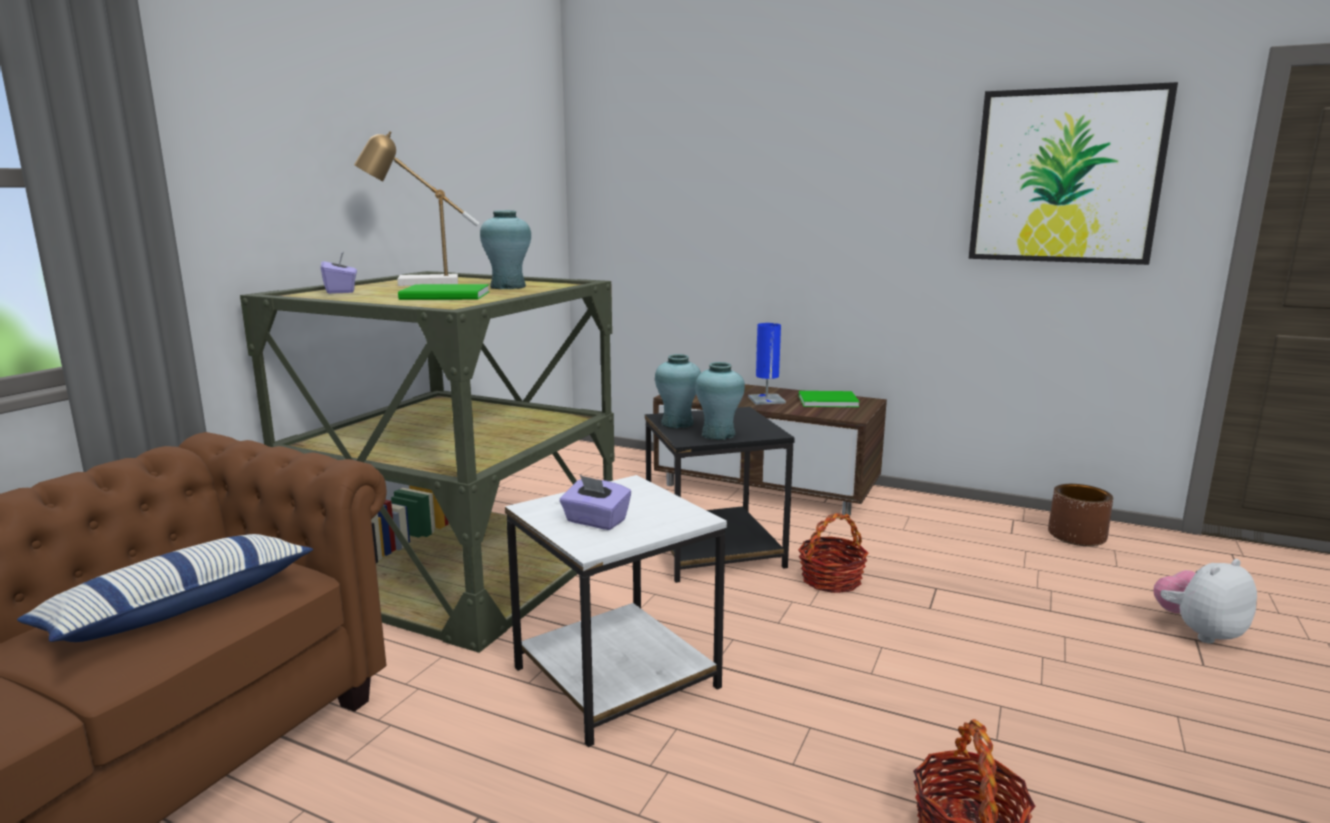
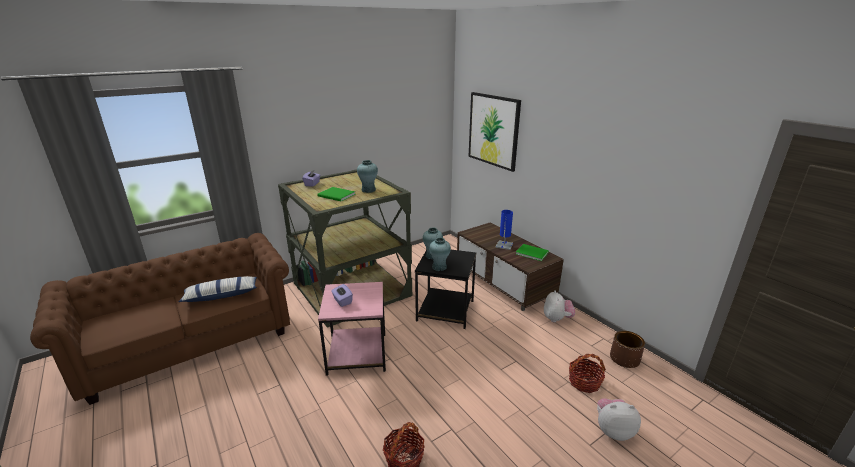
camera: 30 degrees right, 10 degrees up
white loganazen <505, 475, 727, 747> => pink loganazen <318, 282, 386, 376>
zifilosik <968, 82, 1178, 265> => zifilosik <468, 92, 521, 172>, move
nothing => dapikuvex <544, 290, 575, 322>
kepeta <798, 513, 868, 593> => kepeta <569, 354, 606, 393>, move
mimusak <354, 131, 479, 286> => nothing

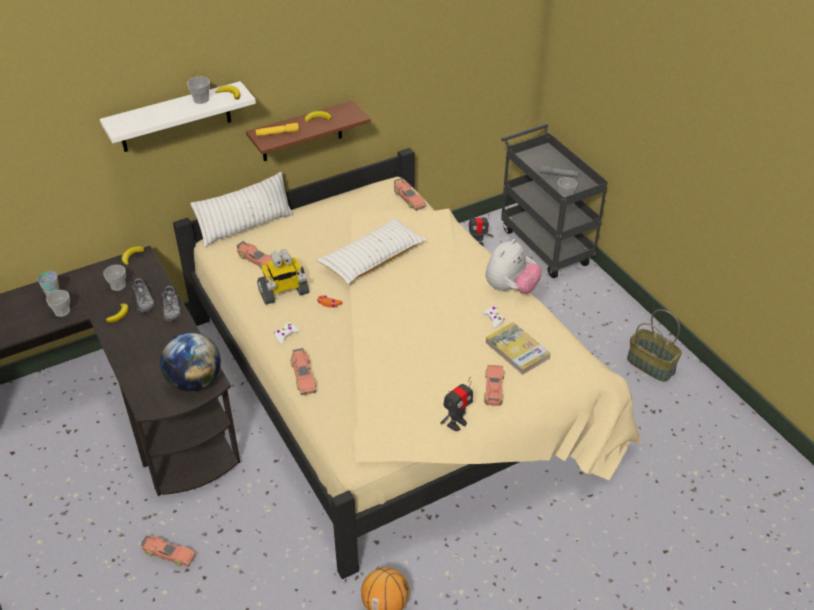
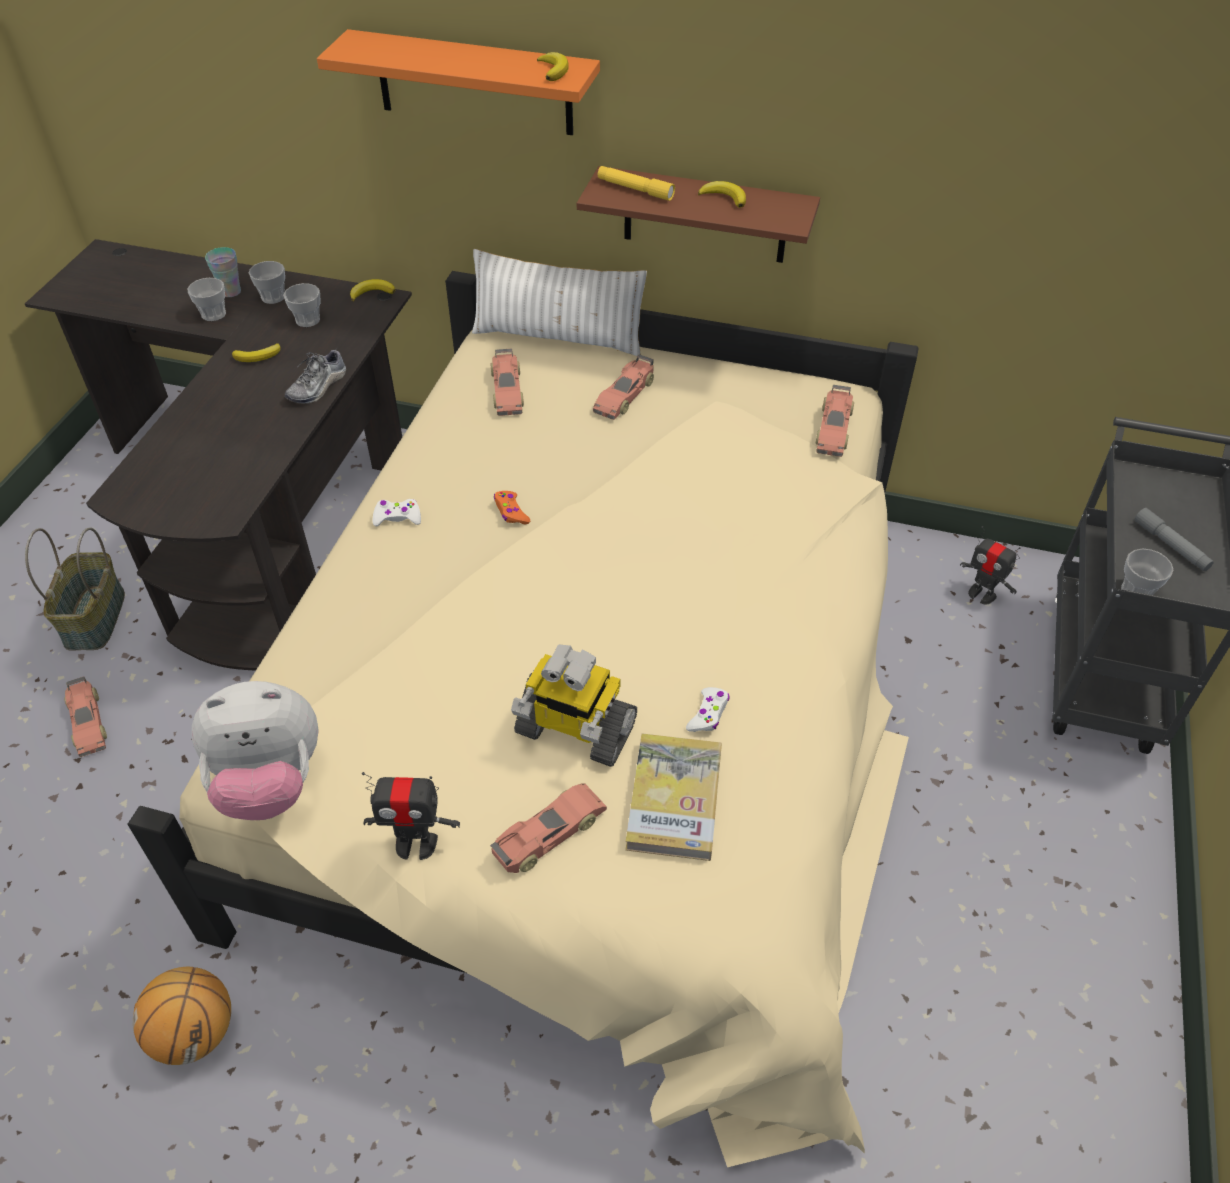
camera: 45 degrees right, 5 degrees up
kepeta <627, 309, 682, 382> => kepeta <25, 528, 125, 651>, move
dapikuvex <485, 239, 542, 294> => dapikuvex <191, 681, 319, 820>, move
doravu <187, 77, 210, 104> => doravu <249, 261, 285, 304>, move
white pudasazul <100, 81, 256, 152> => orange pudasazul <317, 29, 600, 135>
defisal <257, 249, 310, 305> => defisal <511, 645, 637, 767>, move
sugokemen <291, 348, 316, 395> => sugokemen <593, 354, 654, 420>, move
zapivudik <130, 278, 154, 313> => nothing
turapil <160, 332, 221, 391> => nothing
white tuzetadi <317, 218, 427, 284> => nothing

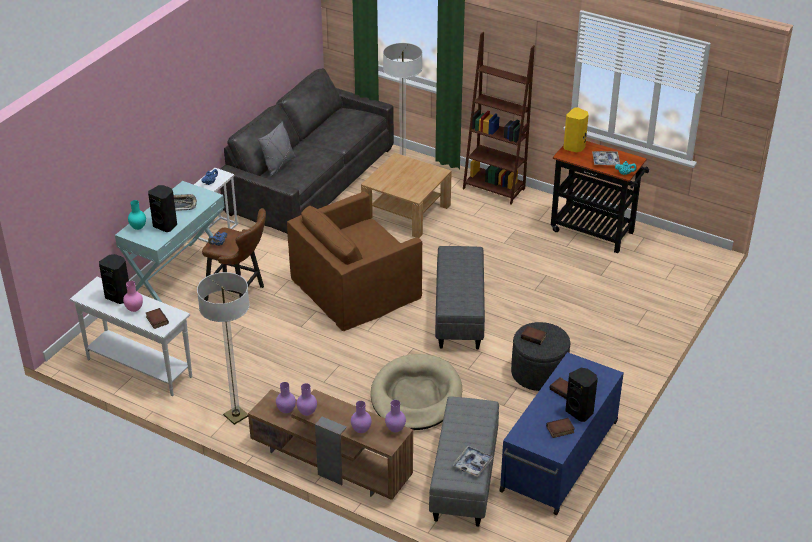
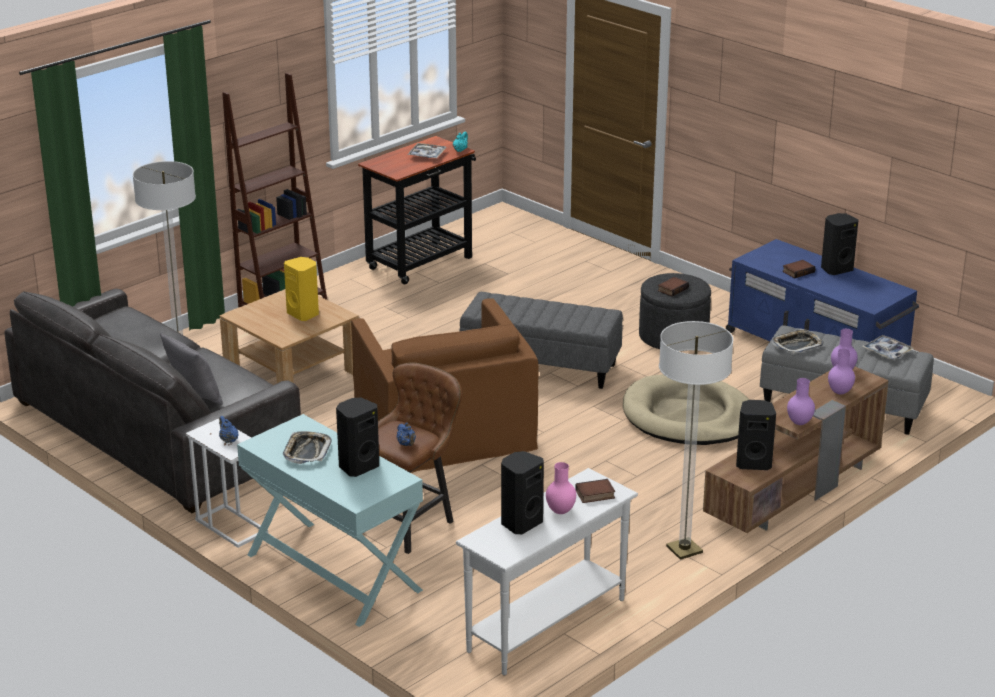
camera: 75 degrees left, 10 degrees down
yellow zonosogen <563, 107, 589, 153> => yellow zonosogen <284, 257, 319, 321>, move
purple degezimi <276, 382, 296, 413> => black zonosogen <736, 400, 776, 470>
nothing => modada <772, 329, 824, 354>
turquoise degezimi <128, 200, 146, 230> => nothing
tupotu <546, 418, 575, 438> => nothing

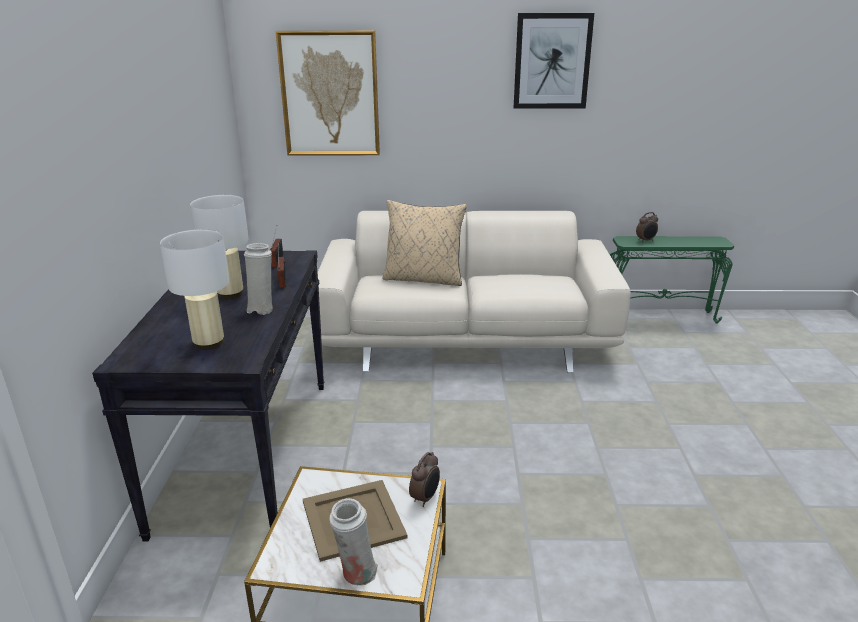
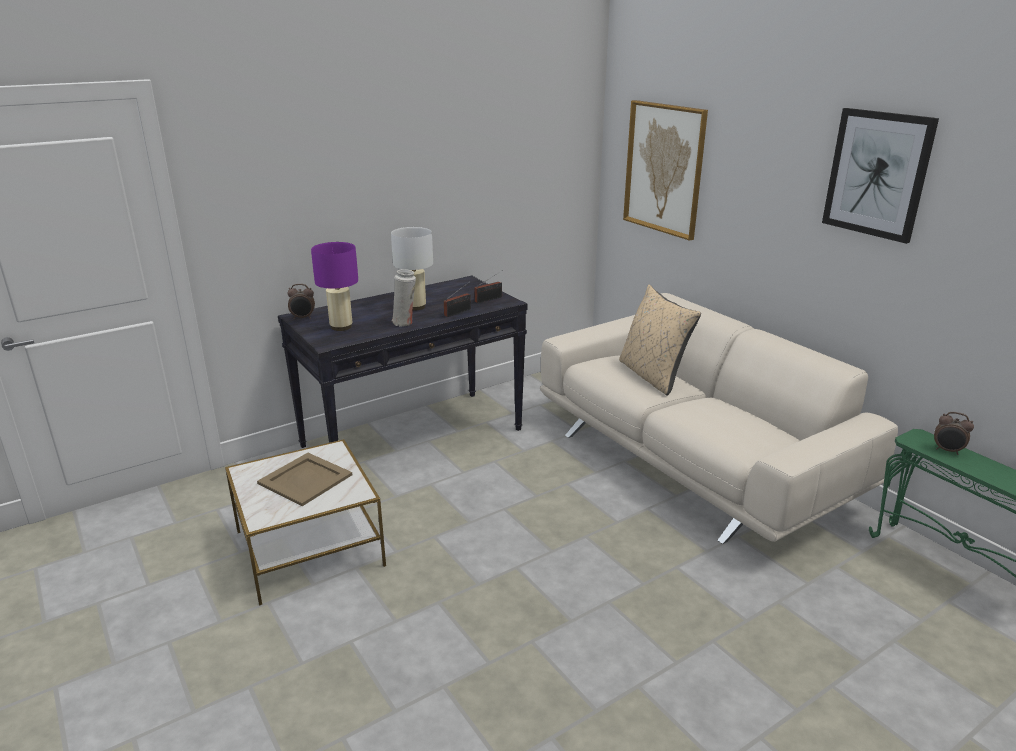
camera: 55 degrees right, 0 degrees up
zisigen <409, 452, 440, 507> => zisigen <287, 284, 315, 319>, move
white mimusak <160, 229, 229, 350> => purple mimusak <311, 242, 358, 331>
white degezimi <329, 498, 378, 585> => nothing

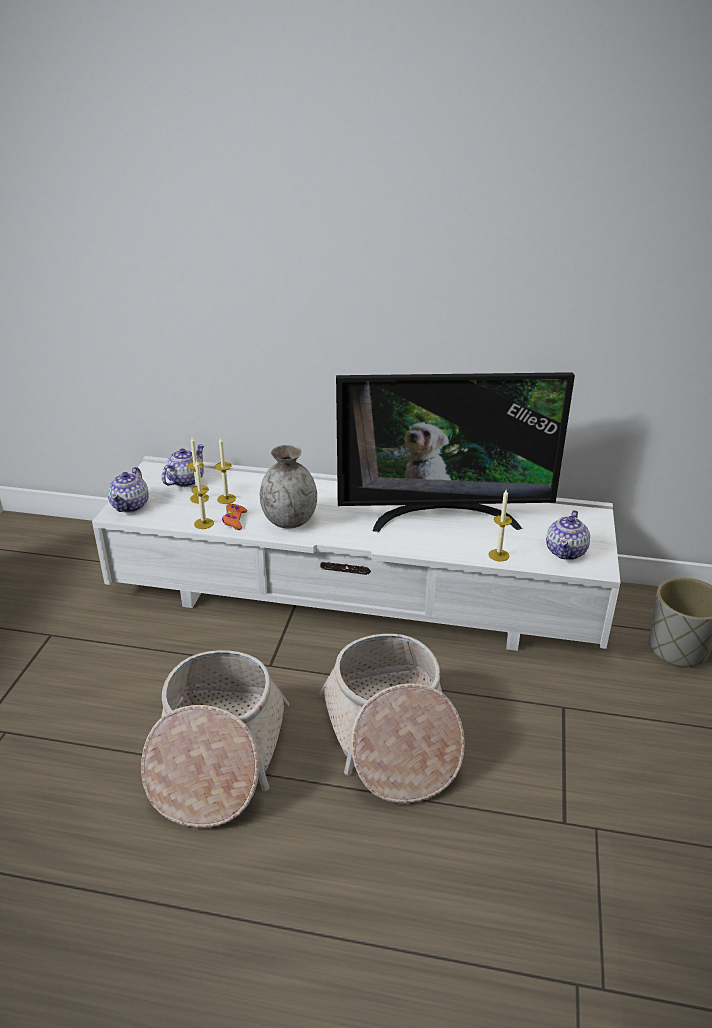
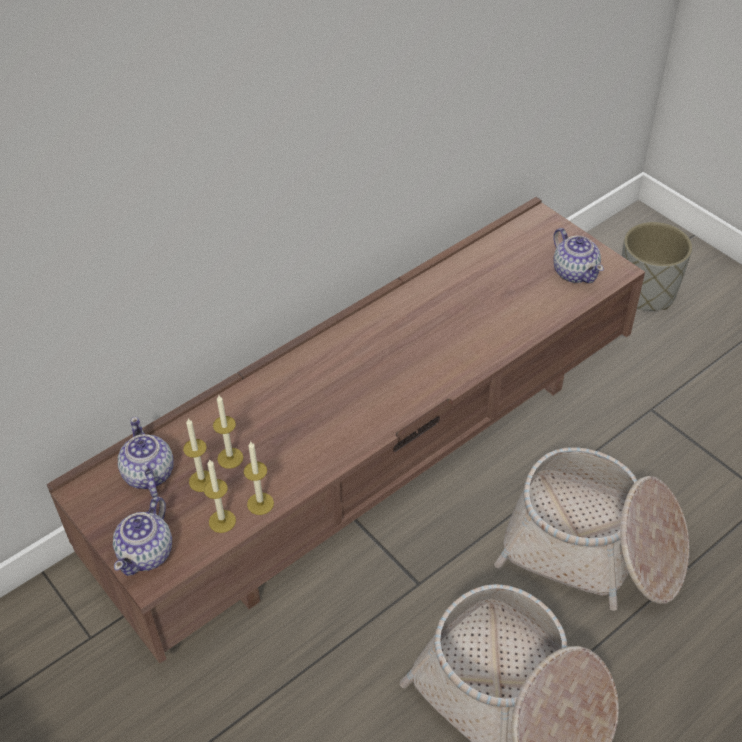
camera: 50 degrees left, 15 degrees up
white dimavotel <92, 456, 620, 651> => brown dimavotel <47, 197, 645, 664>
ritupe <108, 467, 149, 513> => ritupe <113, 497, 172, 576>, 60 degrees clockwise
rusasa <488, 490, 512, 561> => rusasa <204, 459, 236, 533>, move
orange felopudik <222, 503, 247, 530> => nothing
grey degezimi <260, 445, 317, 529> => nothing
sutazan <336, 372, 575, 532> => nothing

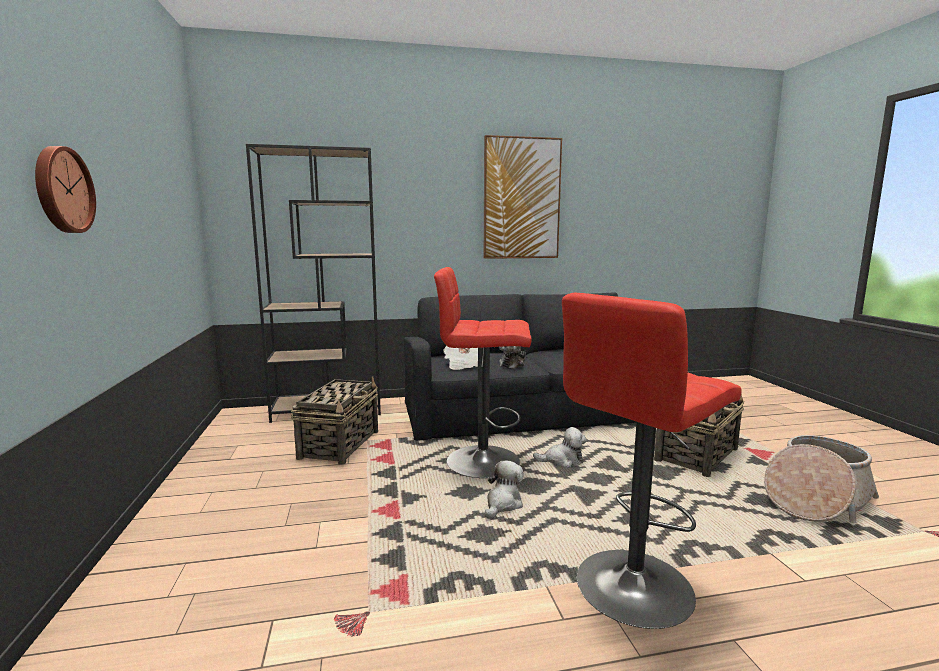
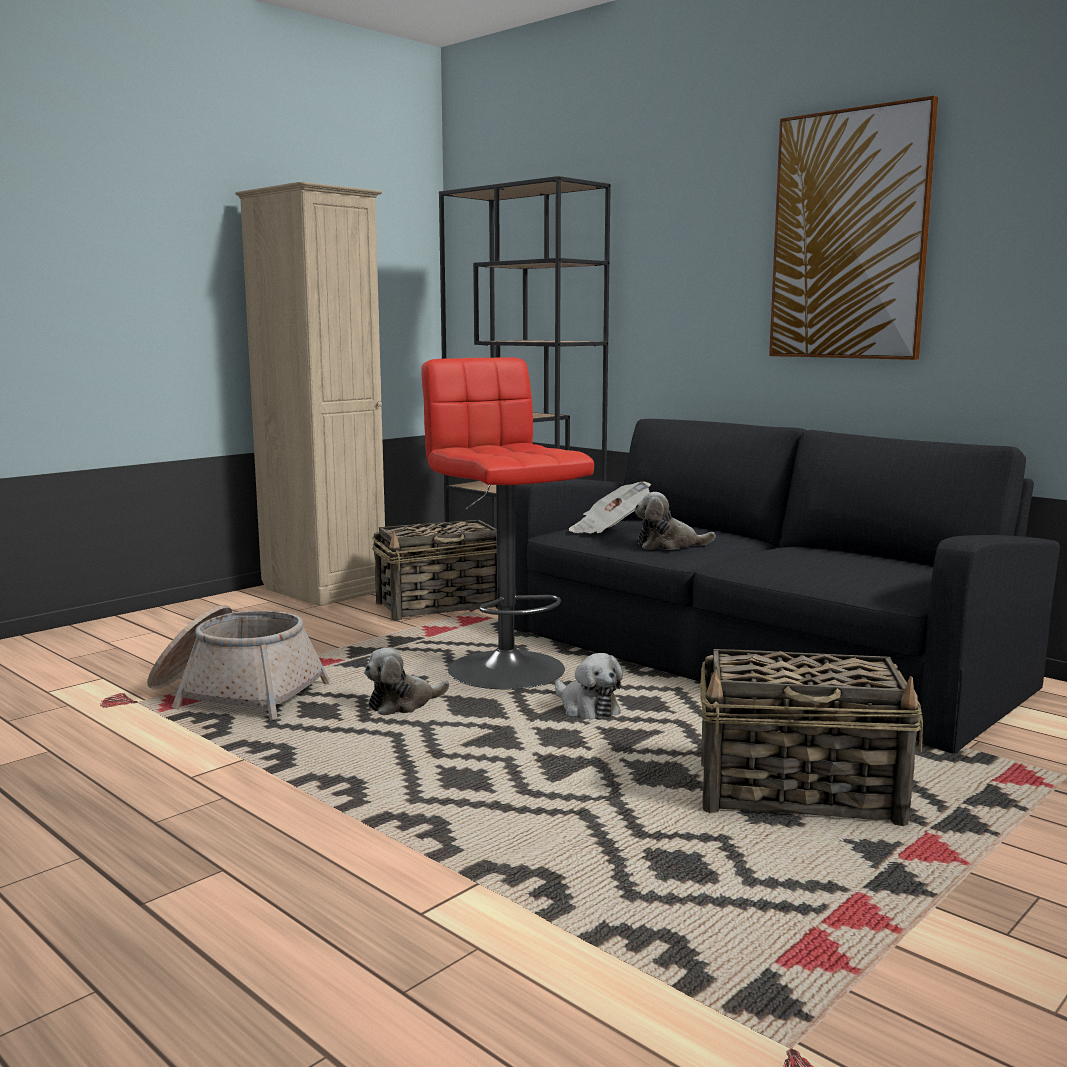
camera: 55 degrees right, 0 degrees up
kepeta <764, 435, 879, 523> => kepeta <147, 605, 331, 721>, move
nothing => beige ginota <235, 182, 385, 606>
dapikuvex <485, 461, 524, 519> => dapikuvex <364, 648, 449, 715>, 150 degrees clockwise
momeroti <35, 146, 96, 233> => nothing
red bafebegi <562, 293, 741, 629> => nothing

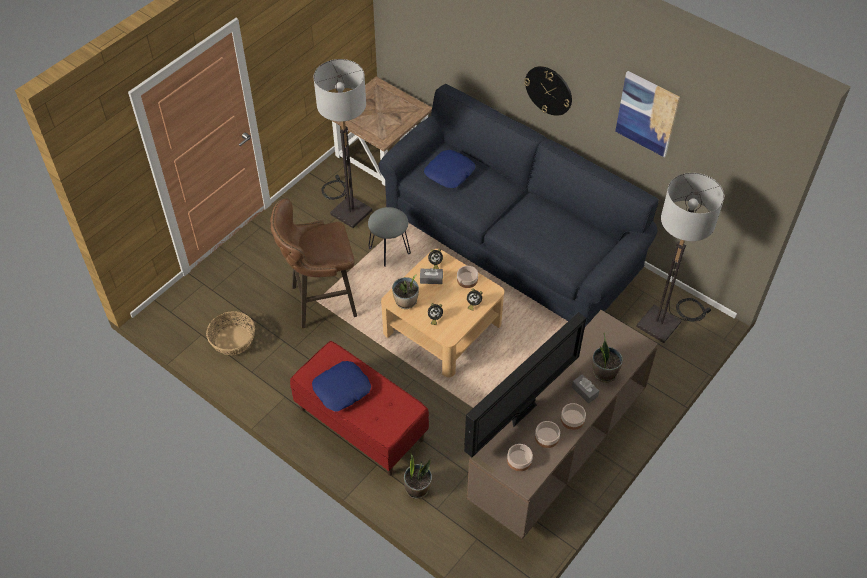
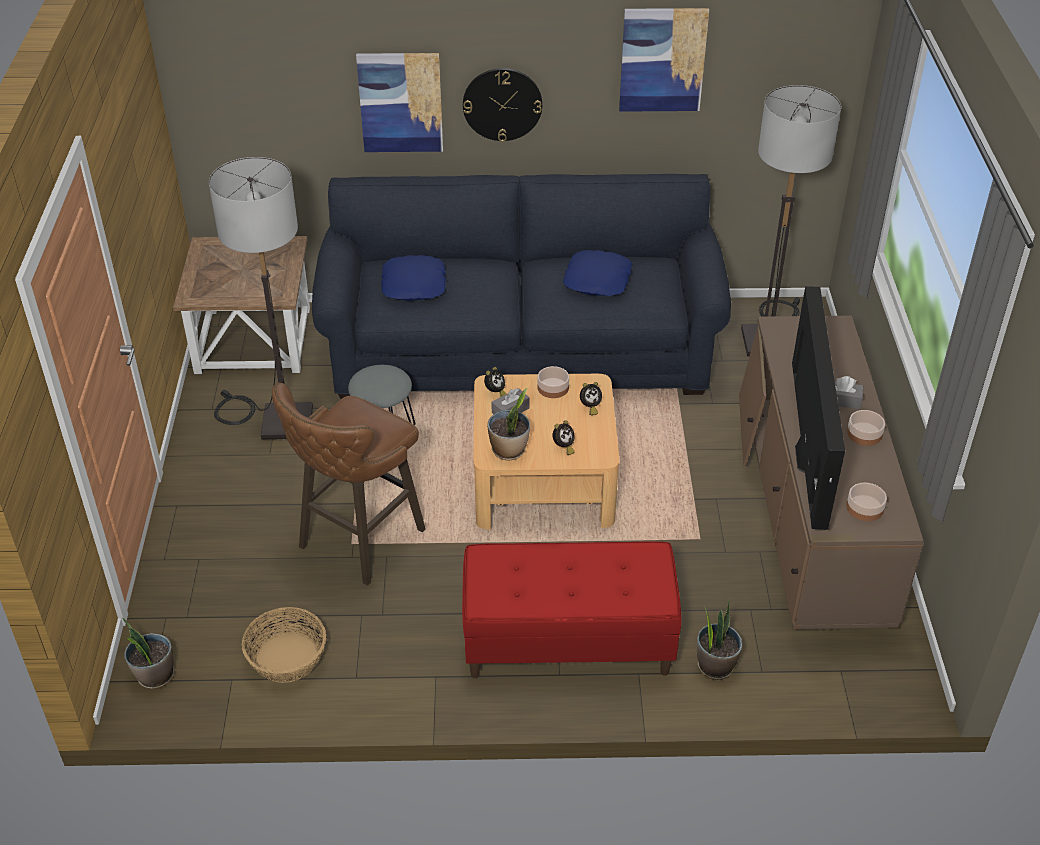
camera: 40 degrees left, 10 degrees down
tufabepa <592, 333, 623, 382> => tufabepa <122, 617, 174, 689>, move
nothing => zifilosik <356, 53, 443, 152>
blue tuzetadi <312, 361, 371, 411> => blue tuzetadi <563, 250, 632, 296>, move
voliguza <535, 421, 560, 448> => nothing

